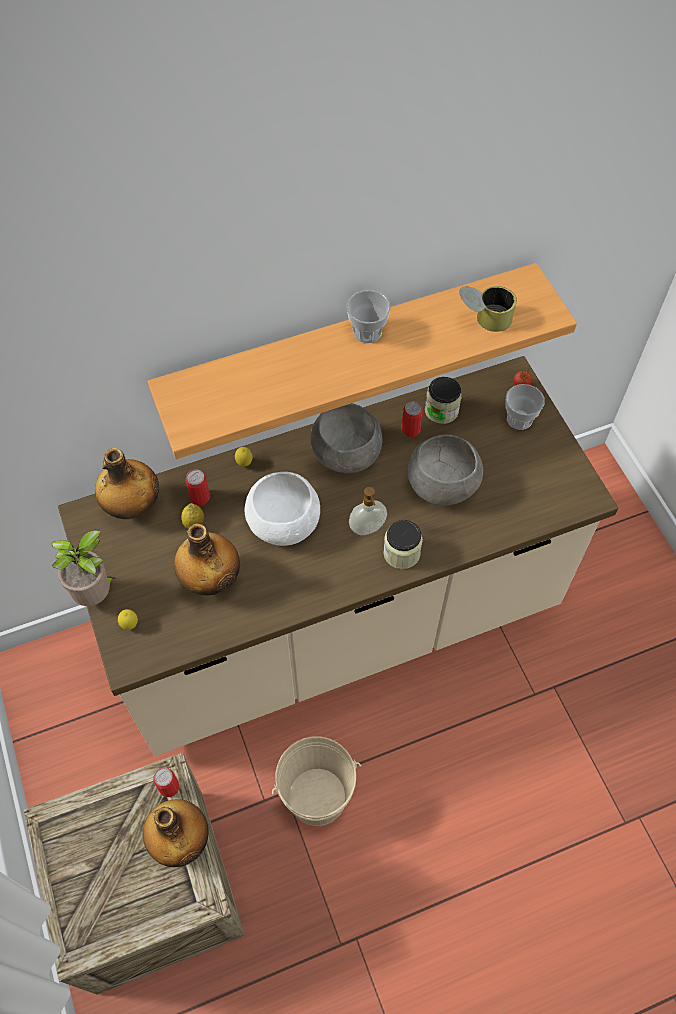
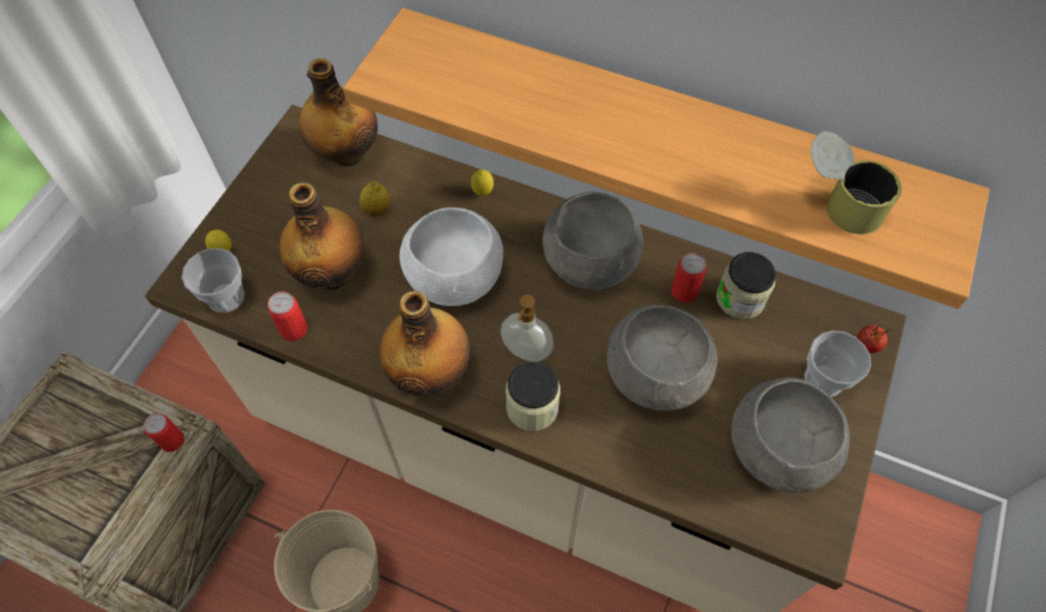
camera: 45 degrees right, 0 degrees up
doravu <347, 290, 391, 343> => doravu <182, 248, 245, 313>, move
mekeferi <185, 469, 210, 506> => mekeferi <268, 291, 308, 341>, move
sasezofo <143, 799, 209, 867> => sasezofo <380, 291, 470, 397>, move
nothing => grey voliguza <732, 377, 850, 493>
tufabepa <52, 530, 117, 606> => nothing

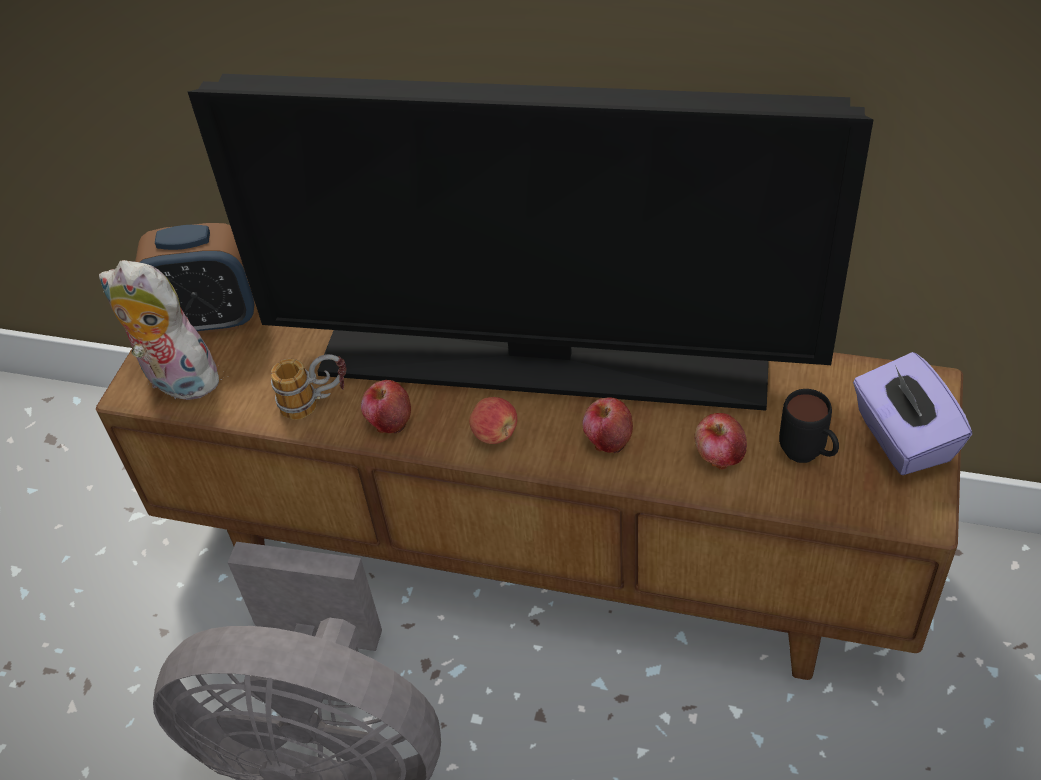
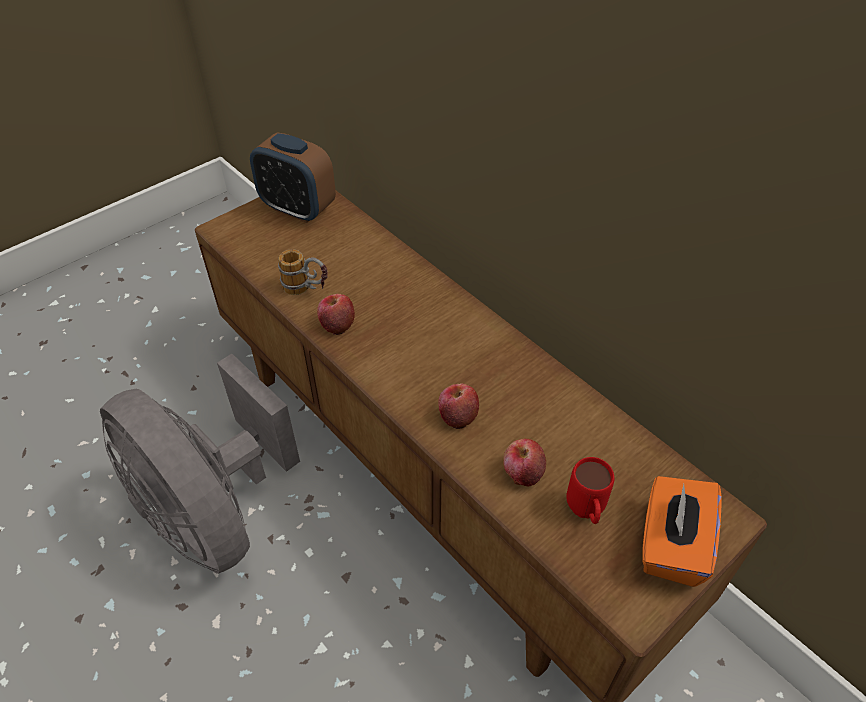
camera: 30 degrees right, 0 degrees up
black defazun <779, 389, 839, 463> => red defazun <566, 457, 614, 524>
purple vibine <853, 352, 972, 475> => orange vibine <642, 476, 722, 587>
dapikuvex <99, 260, 228, 404> => nothing
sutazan <188, 74, 874, 411> => nothing
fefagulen <469, 397, 517, 444> => nothing

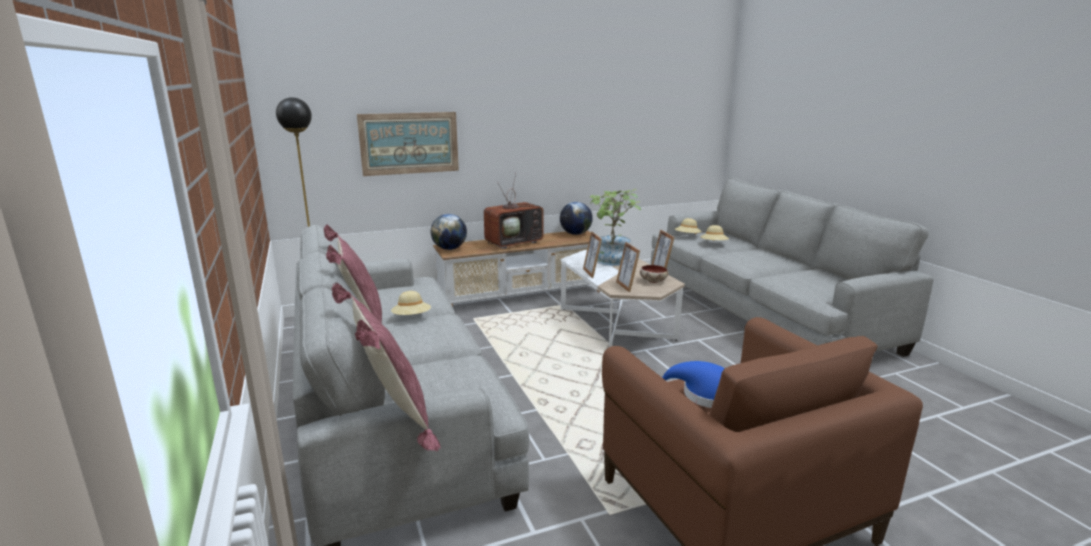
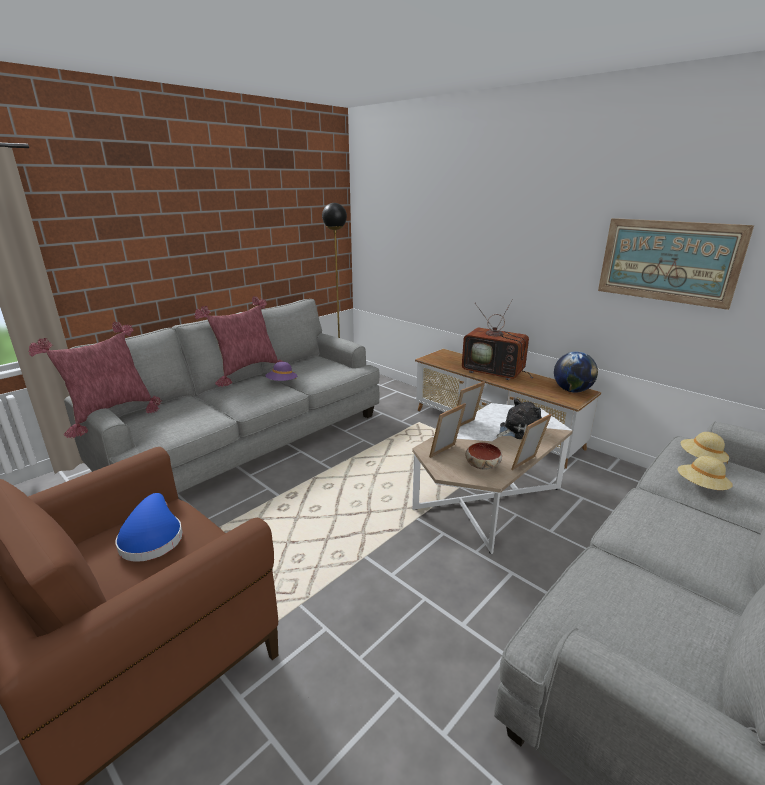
camera: 65 degrees right, 5 degrees up
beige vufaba <391, 291, 431, 315> => purple vufaba <265, 362, 297, 381>
tufabepa <590, 189, 641, 266> => dapikuvex <496, 398, 542, 439>
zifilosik <357, 112, 459, 176> => zifilosik <598, 218, 754, 310>, move
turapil <431, 214, 467, 250> => nothing

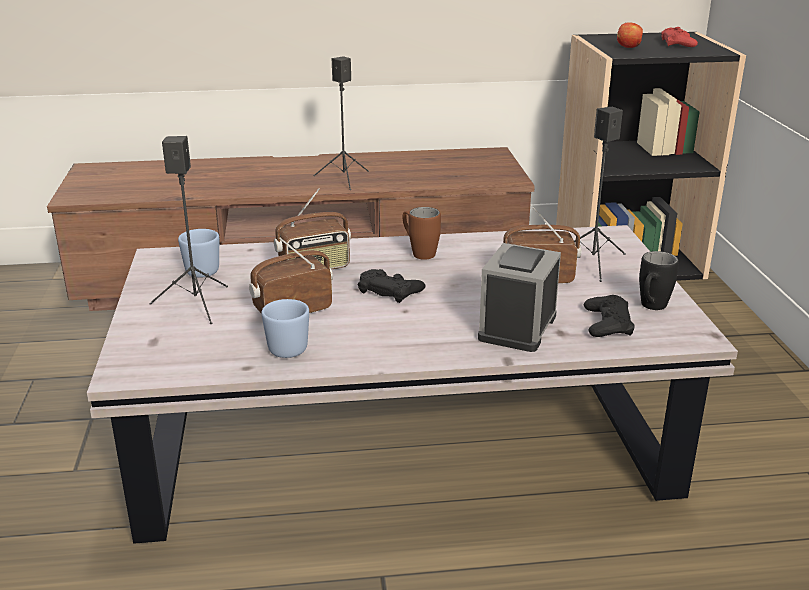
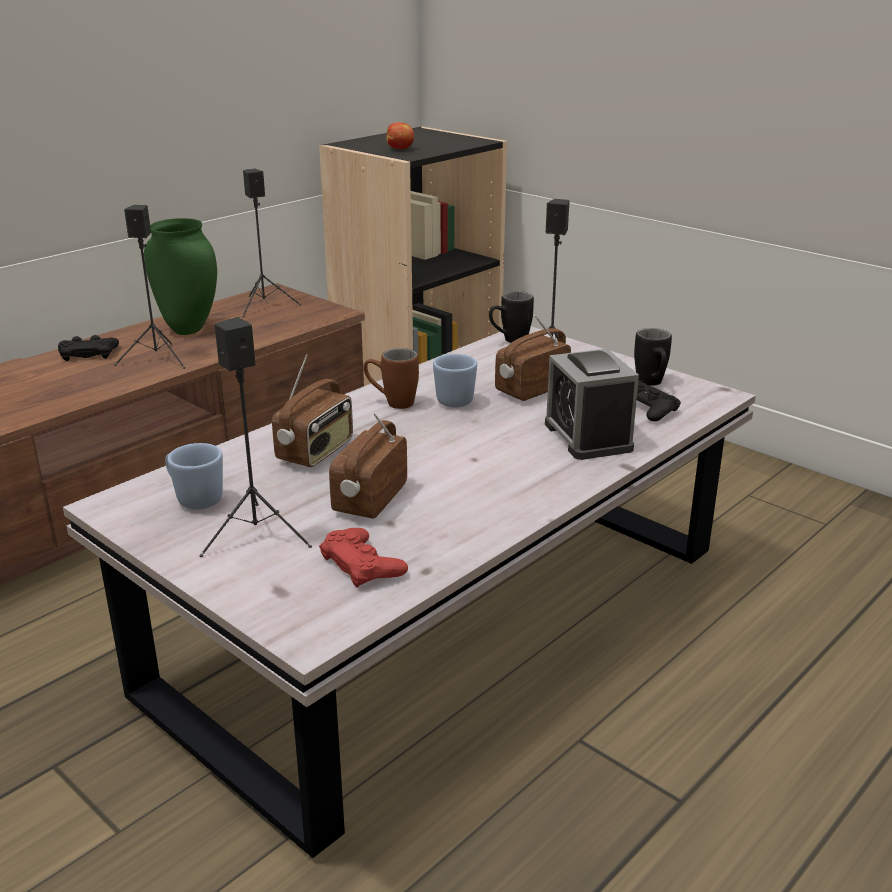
camera: 40 degrees left, 0 degrees up
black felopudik <358, 269, 426, 303> => black felopudik <58, 335, 119, 361>, move
nothing => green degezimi <144, 218, 217, 335>
nothing => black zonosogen <242, 169, 301, 317>
red felopudik <661, 27, 698, 47> => red felopudik <319, 528, 408, 588>, move
blue defazun <261, 299, 309, 358> => blue defazun <433, 354, 477, 407>, move
nothing => black defazun <489, 291, 534, 343>

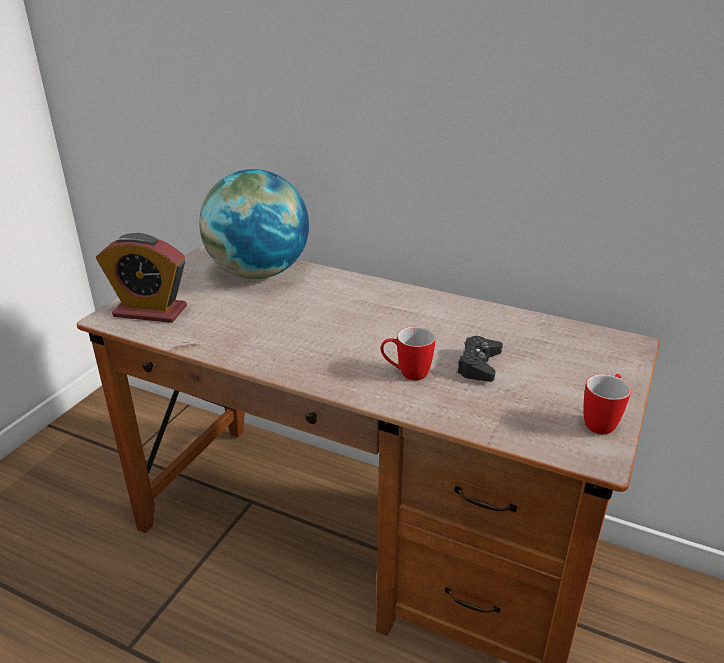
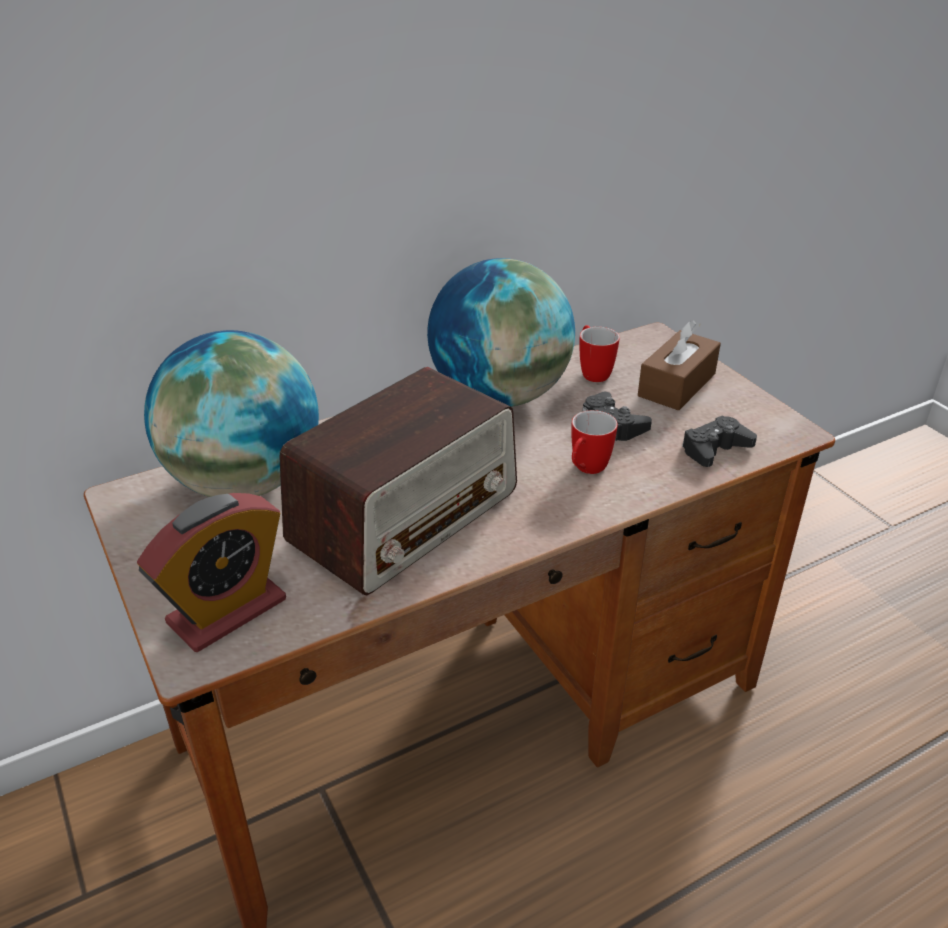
camera: 55 degrees left, 5 degrees up
nothing => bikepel <280, 367, 517, 595>
nothing => turapil <427, 258, 575, 407>
defazun <583, 374, 631, 435> => defazun <579, 325, 620, 382>, move
nothing => brown vibine <638, 320, 721, 411>
nothing => black felopudik <682, 416, 757, 467>

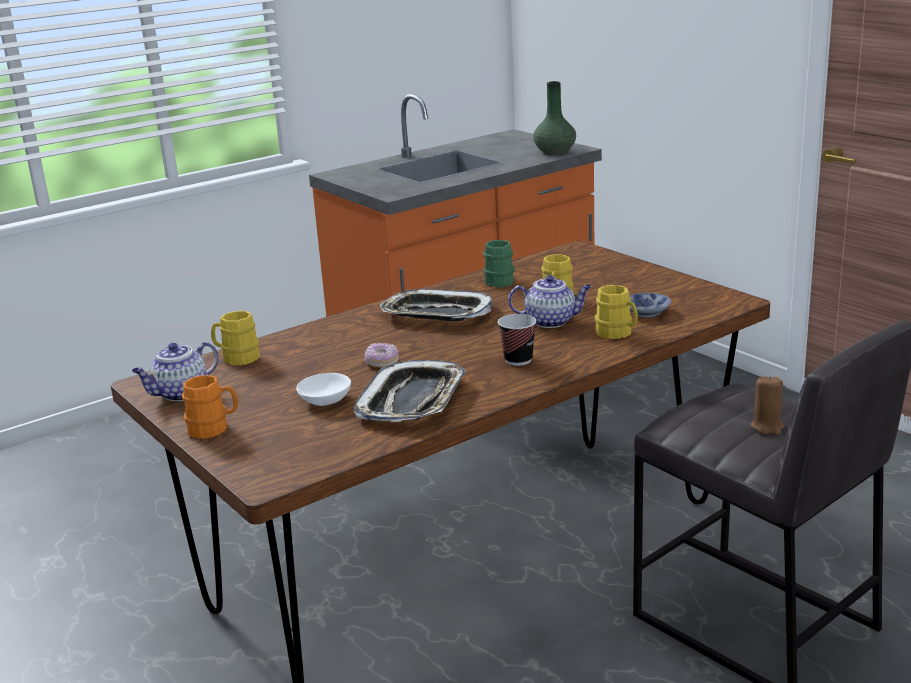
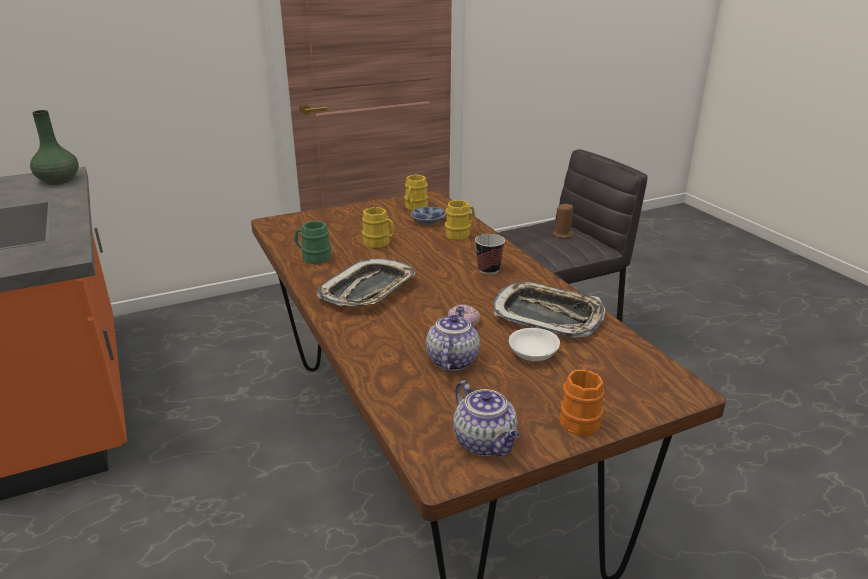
camera: 80 degrees left, 5 degrees up
yellow defazun <211, 311, 260, 365> => yellow defazun <404, 174, 428, 211>, move
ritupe <508, 275, 592, 328> => ritupe <426, 307, 480, 371>, move

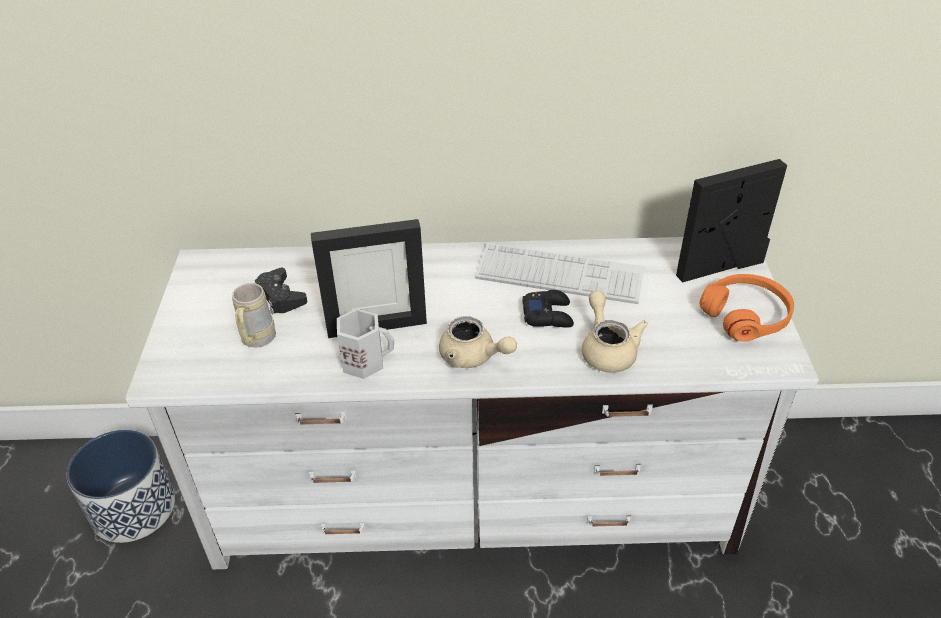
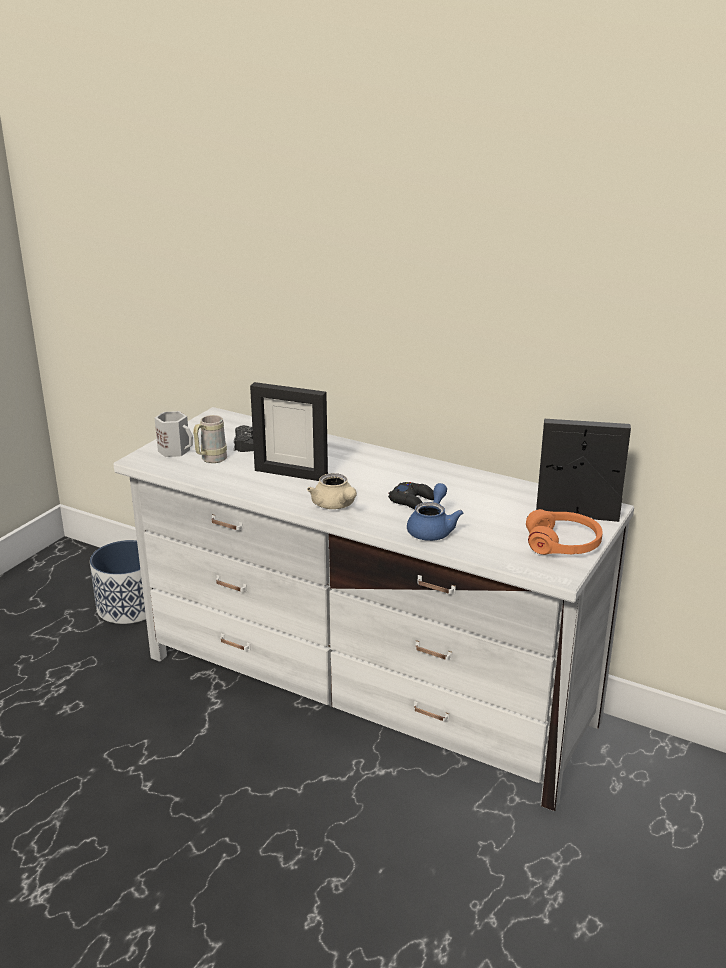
camera: 30 degrees right, 15 degrees down
white defazun <337, 308, 394, 379> => white defazun <155, 411, 193, 457>, move
beige ritupe <582, 291, 648, 373> => blue ritupe <407, 483, 463, 541>
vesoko <475, 243, 644, 304> => nothing

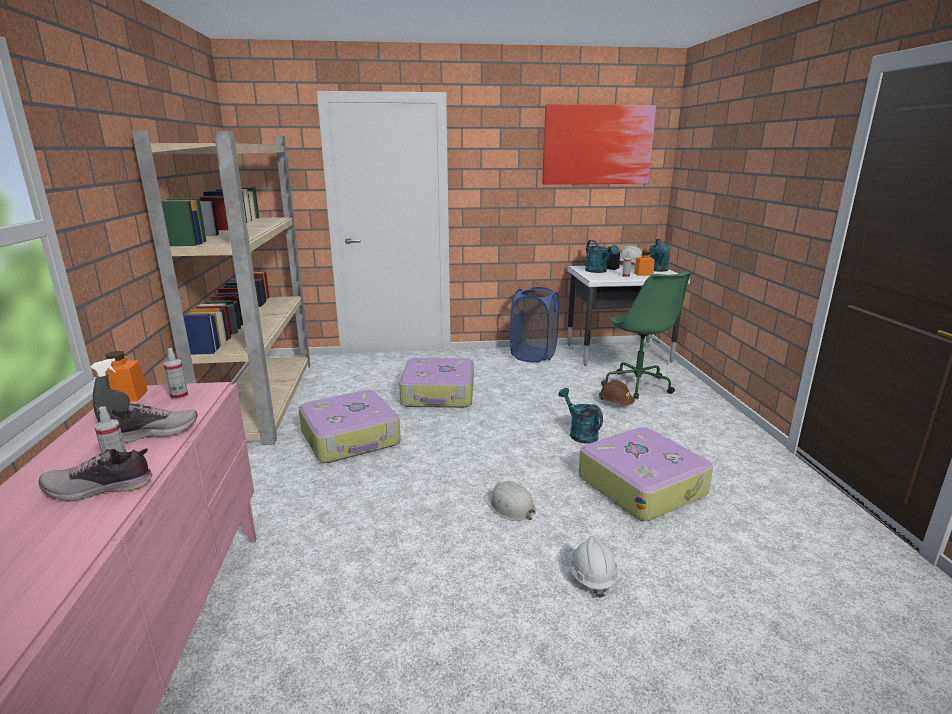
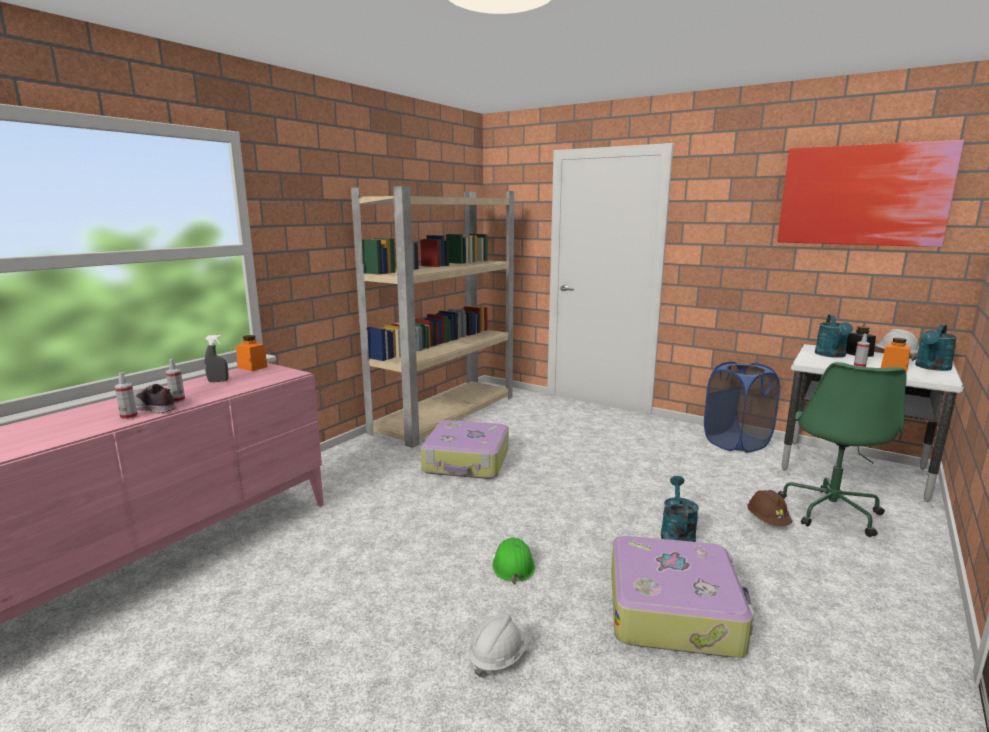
camera: 40 degrees right, 5 degrees down
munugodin <163, 348, 188, 400> => munugodin <114, 372, 138, 420>, move
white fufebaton <484, 481, 536, 521> => green fufebaton <493, 537, 535, 584>
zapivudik <98, 403, 198, 443> => nothing
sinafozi <399, 358, 474, 408> => nothing

